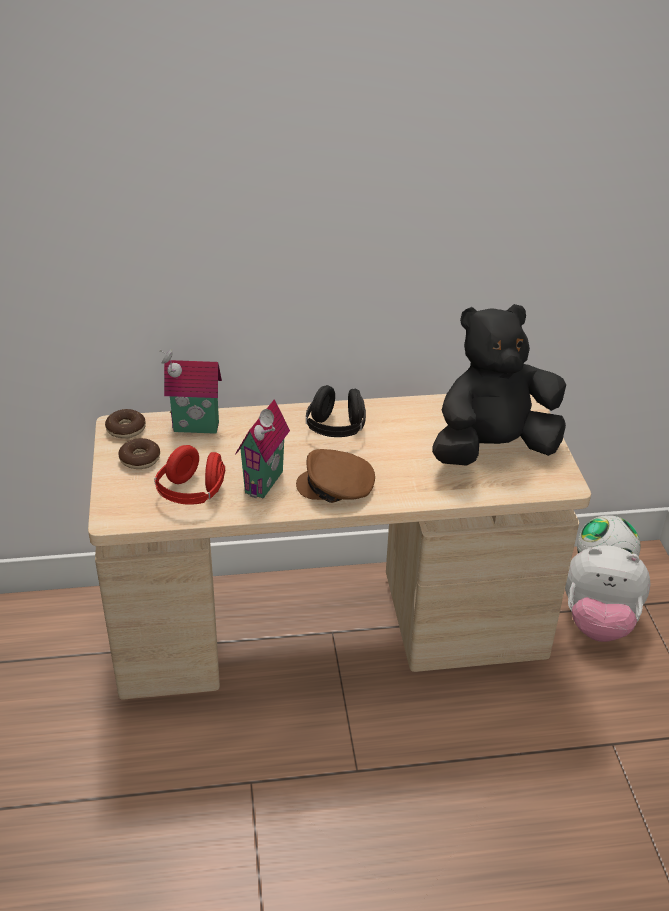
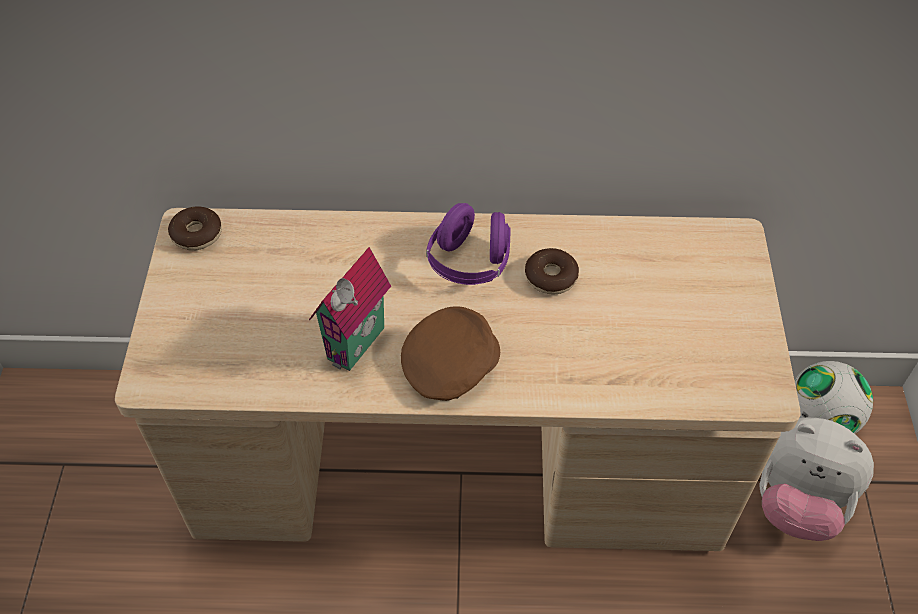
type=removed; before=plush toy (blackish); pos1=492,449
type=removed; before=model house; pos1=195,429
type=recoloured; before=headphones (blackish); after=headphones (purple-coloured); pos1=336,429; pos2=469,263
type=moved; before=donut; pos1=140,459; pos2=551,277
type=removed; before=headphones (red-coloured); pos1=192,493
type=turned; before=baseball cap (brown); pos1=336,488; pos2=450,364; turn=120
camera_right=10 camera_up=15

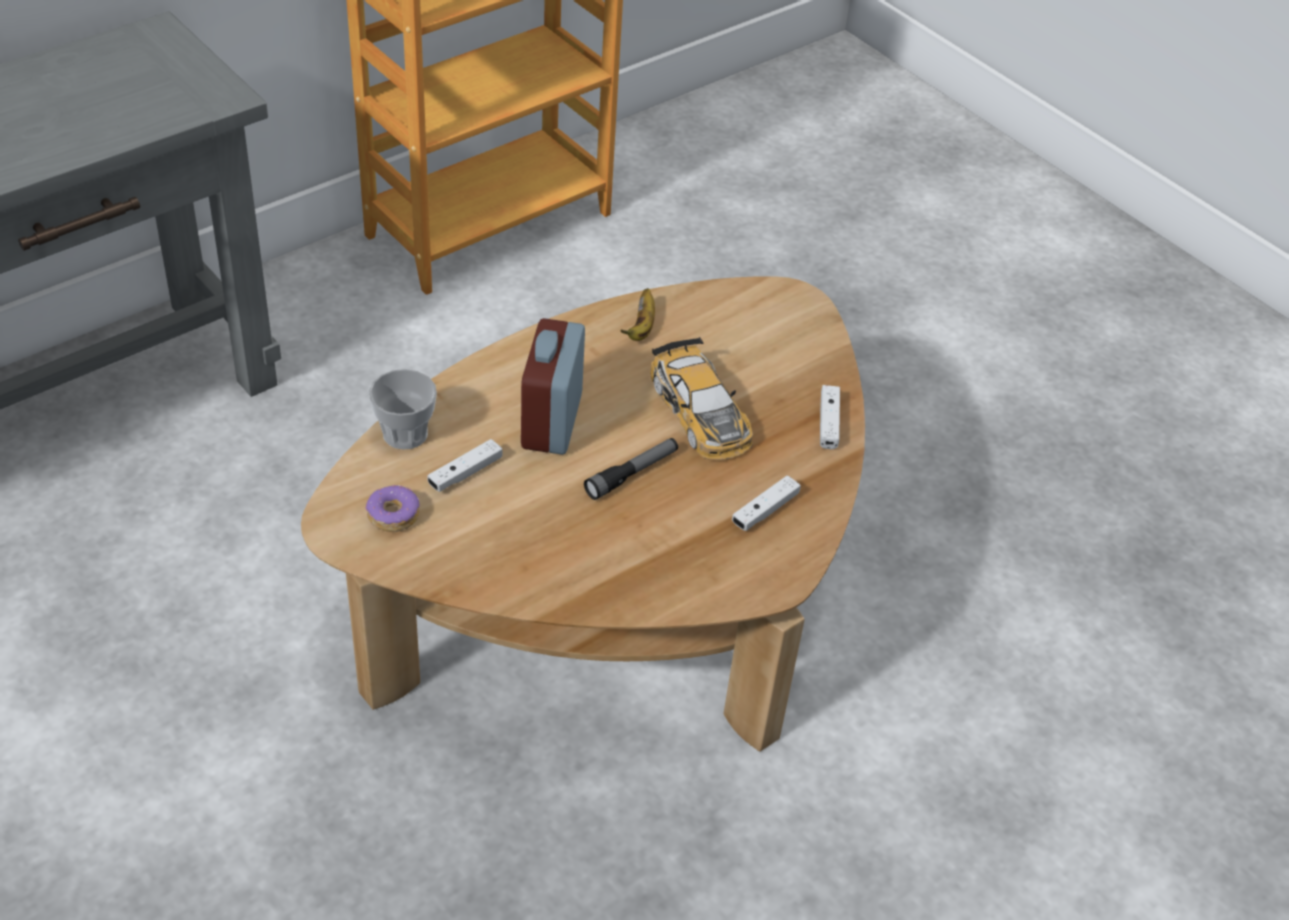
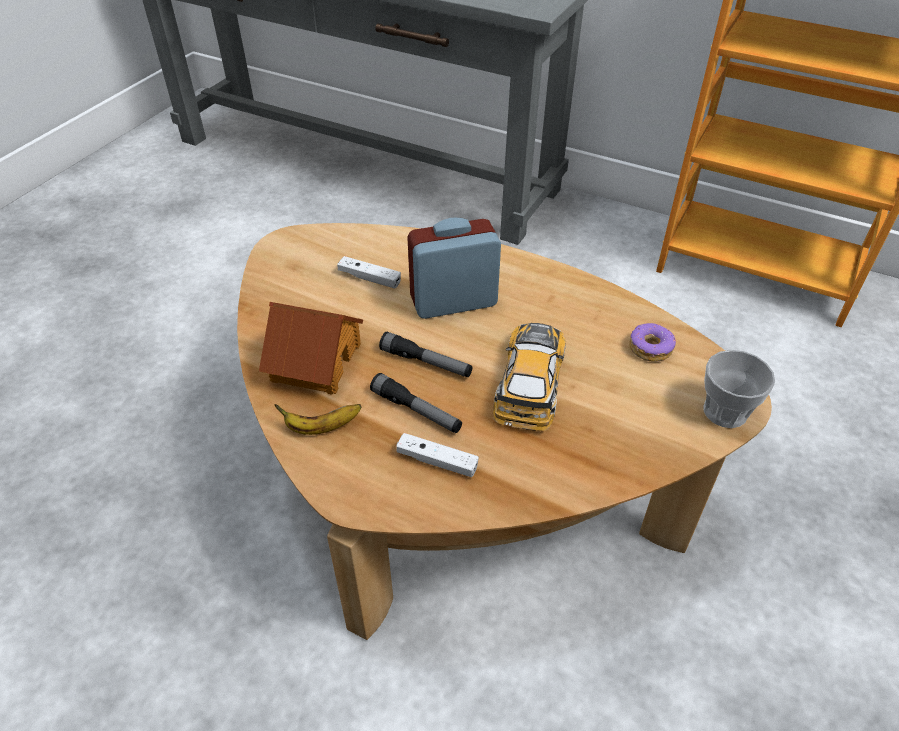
type=moved; before=whole banana; pos1=641,328; pos2=321,427
type=turned; before=toy car; pos1=700,412; pos2=530,380; turn=150
type=moved; before=small cup; pos1=405,434; pos2=725,411
type=removed; before=gamepad (white-coloured); pos1=828,423
type=moved; before=donut; pos1=393,515; pos2=650,348
type=added; after=model house; pos2=314,361
type=added; after=flashlight; pos2=416,411
camera_right=70 camera_up=0

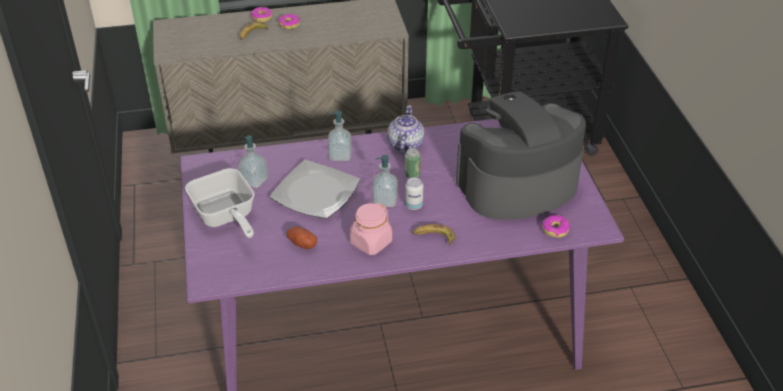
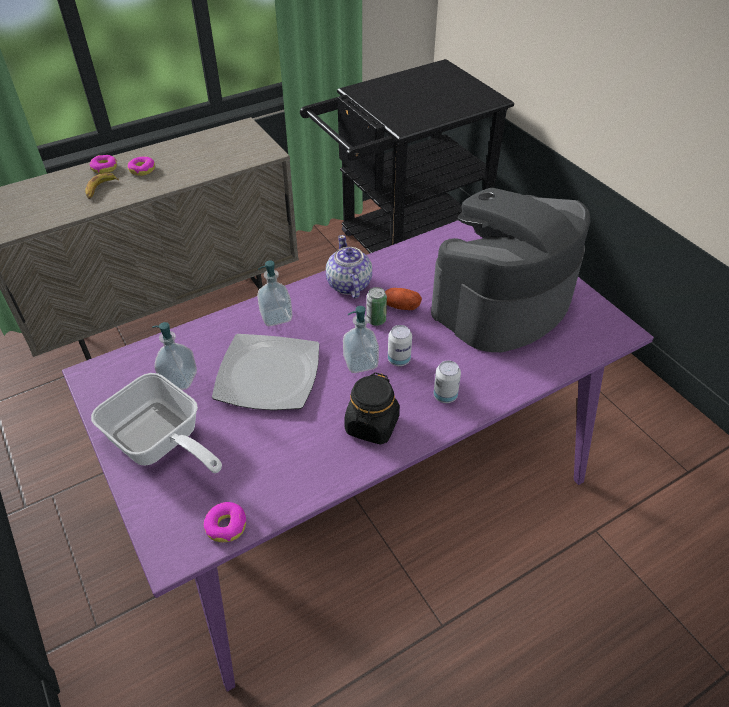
type=recoloured; before=preserve jar (pink-coloured); after=preserve jar (blackish); pos1=371,242; pos2=372,425
type=moved; before=donut; pos1=555,229; pos2=226,526
type=replaced; before=whole banana; after=sealed can; pos1=434,237; pos2=445,396
type=moved; before=whole potato; pos1=302,243; pos2=400,306
camera_right=-20 camera_up=5

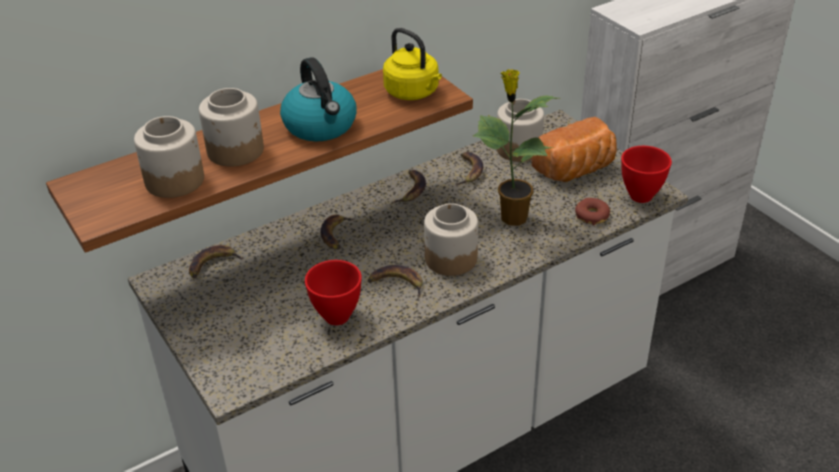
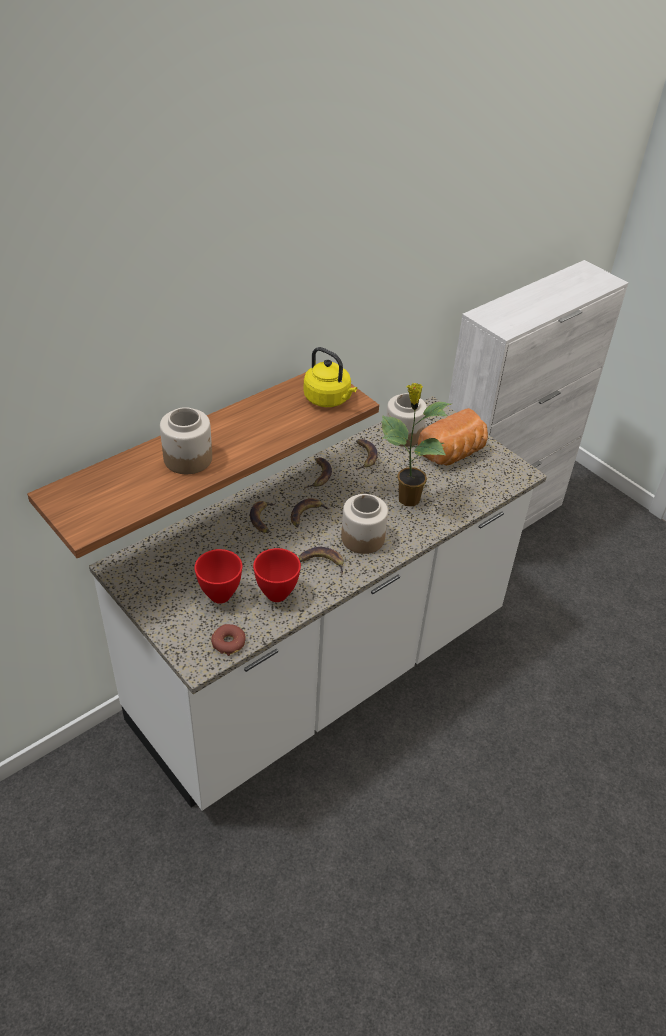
type=removed; before=tea kettle; pos1=321,126
type=removed; before=preserve jar; pos1=174,180
type=moved; before=serving bowl (red-coloured); pos1=640,195; pos2=220,594
type=moved; before=donut; pos1=592,216; pos2=228,643
type=moved; before=whole banana; pos1=212,265; pos2=306,515
camera_right=-10 camera_up=5

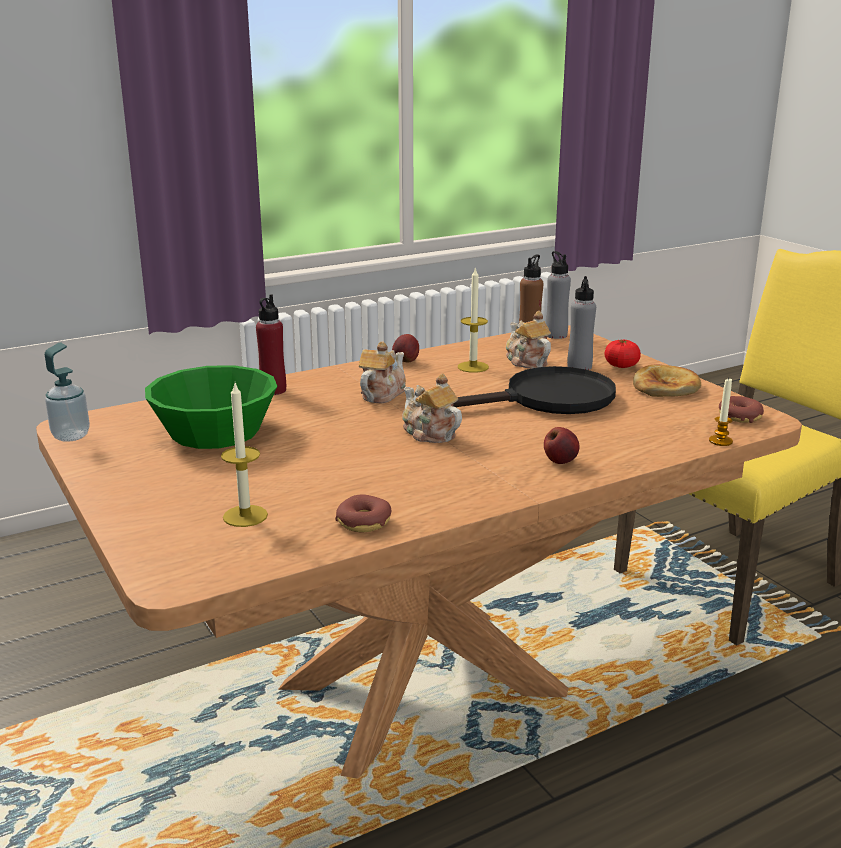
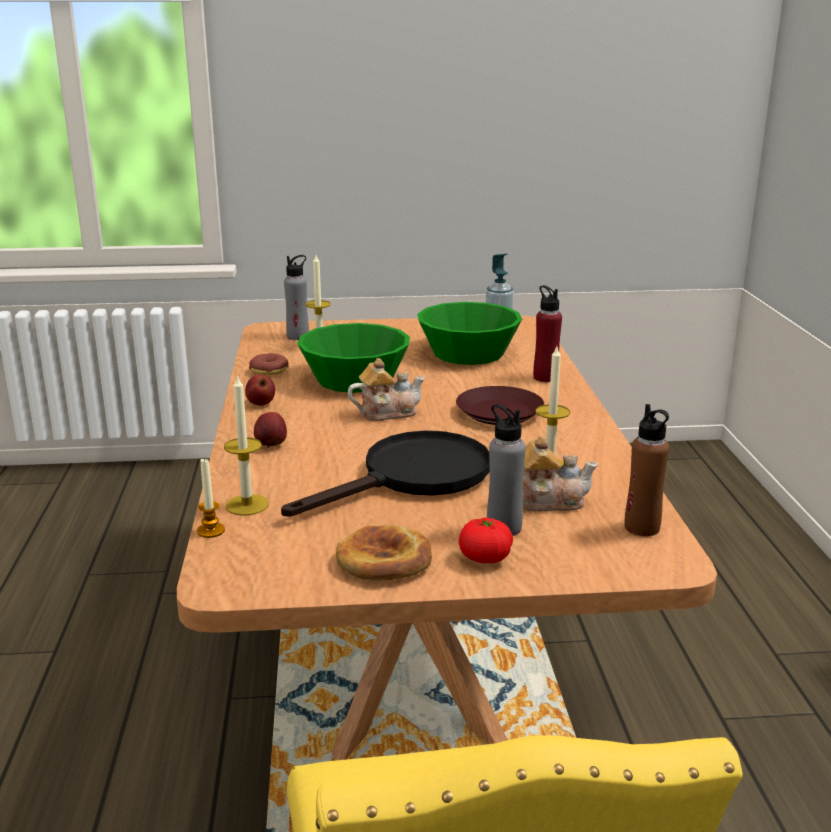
type=moved; before=bottle (gray); pos1=556,335; pos2=298,336
type=moved; before=apple fruit; pos1=405,362; pos2=261,404
type=replaced; before=teapot; after=flat dish (brown); pos1=381,394; pos2=499,412
type=turned; before=pan (blackish); pos1=545,400; pos2=413,477; turn=-135
type=removed; before=donut; pos1=739,416
type=added; after=serving bowl (green); pos2=354,379
type=added; after=wax candle; pos2=247,505
camera_right=115 camera_up=0

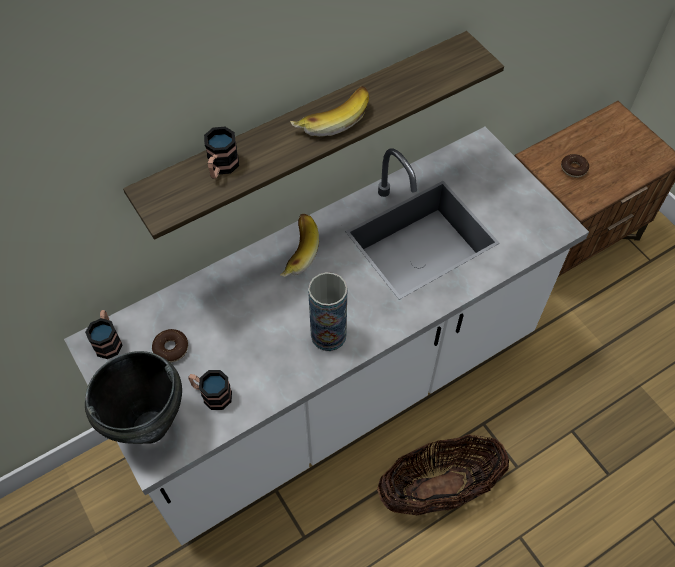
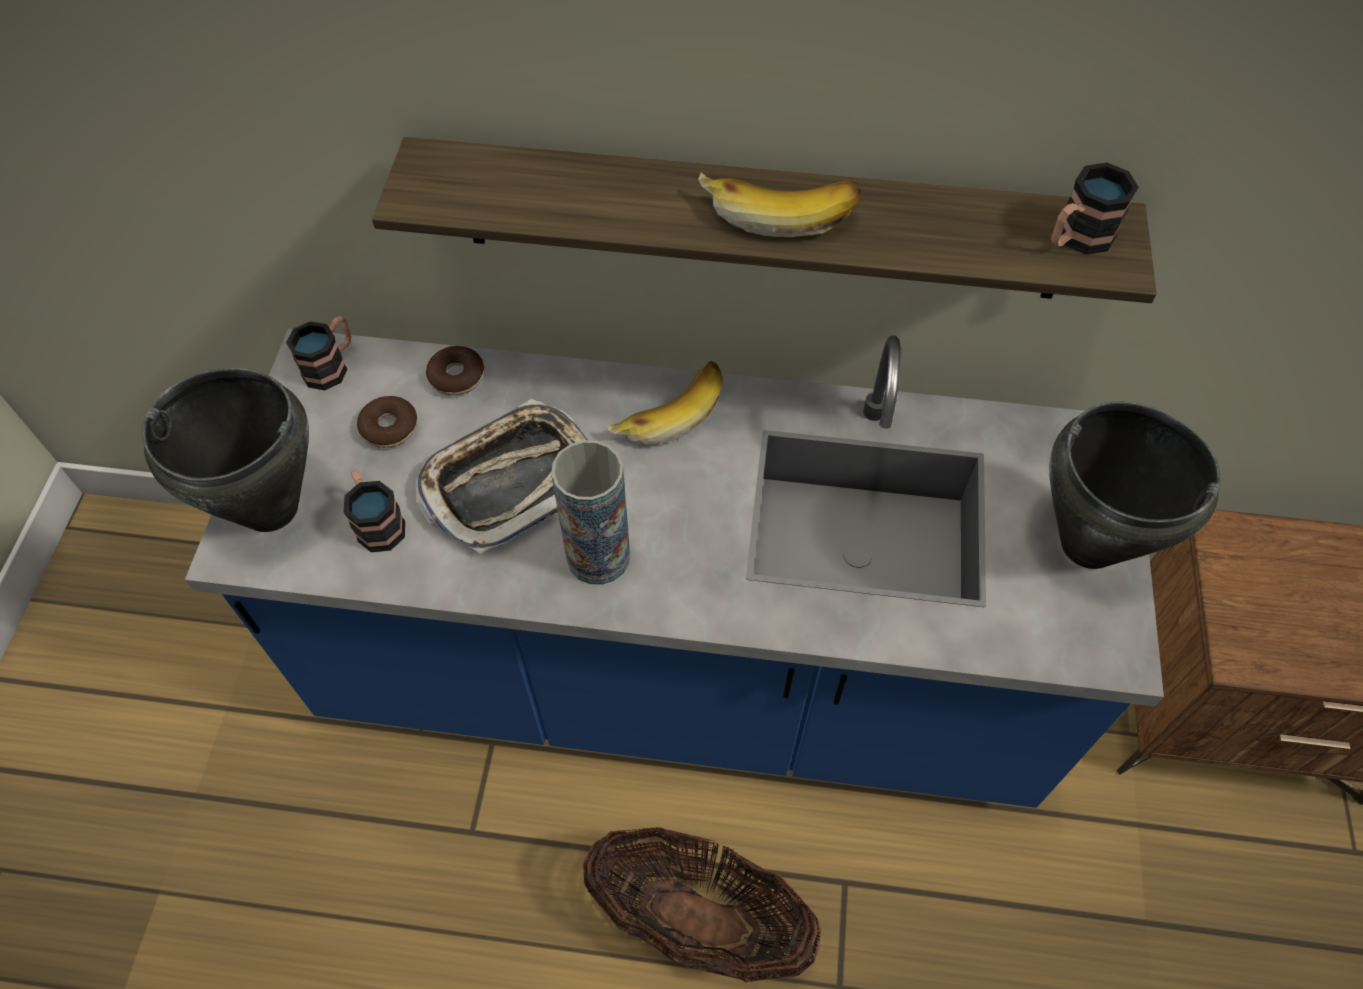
type=recoloured; before=kitchen base unit (white-coloured); after=kitchen base unit (bluish); pos1=337,391; pos2=681,677
type=moved; before=mug; pos1=221,167; pos2=1076,238
type=moved; before=donut; pos1=573,168; pos2=457,377
type=added; after=tray; pos2=510,481
type=added; after=stockpot (blackish); pos2=1088,543
camera_right=40 camera_up=0

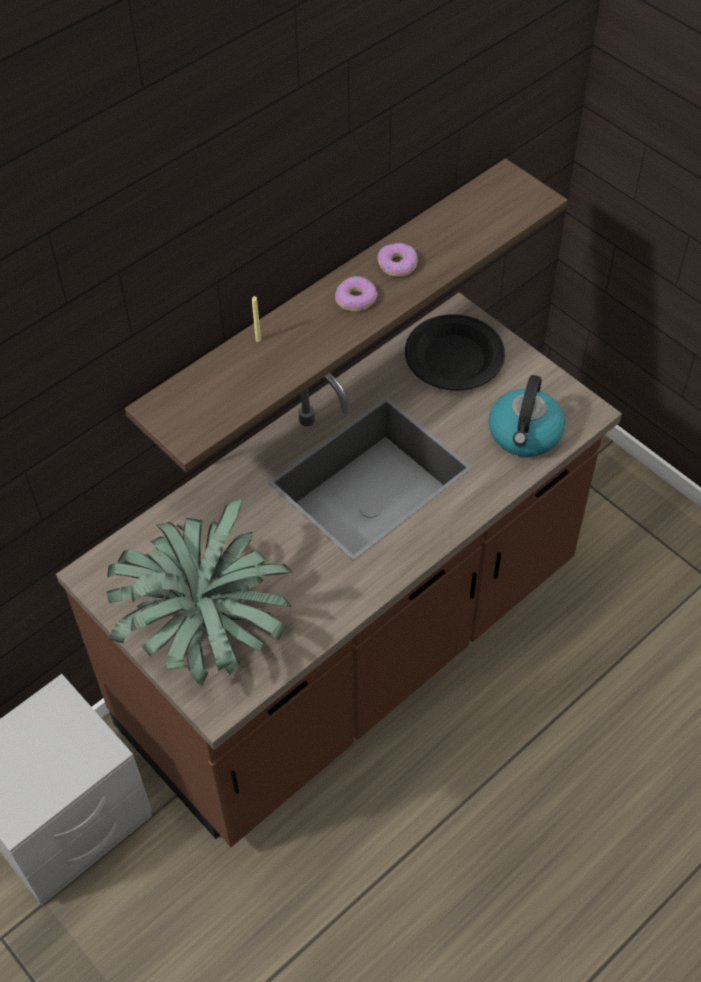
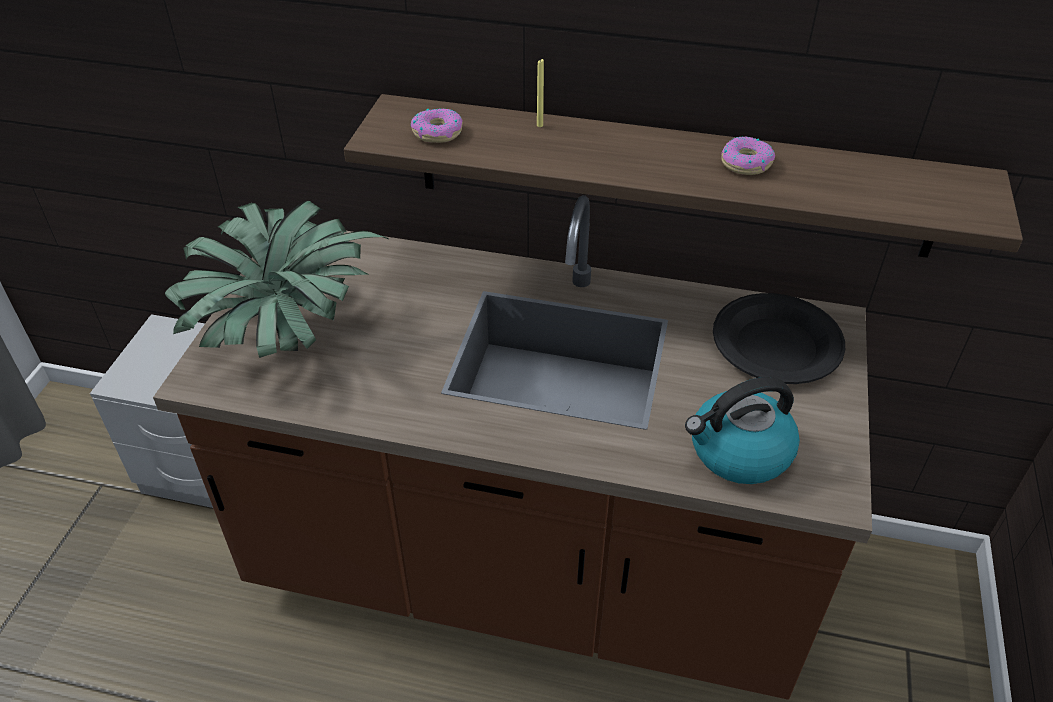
type=moved; before=donut; pos1=355,299; pos2=437,132
camera_right=55 camera_up=-10

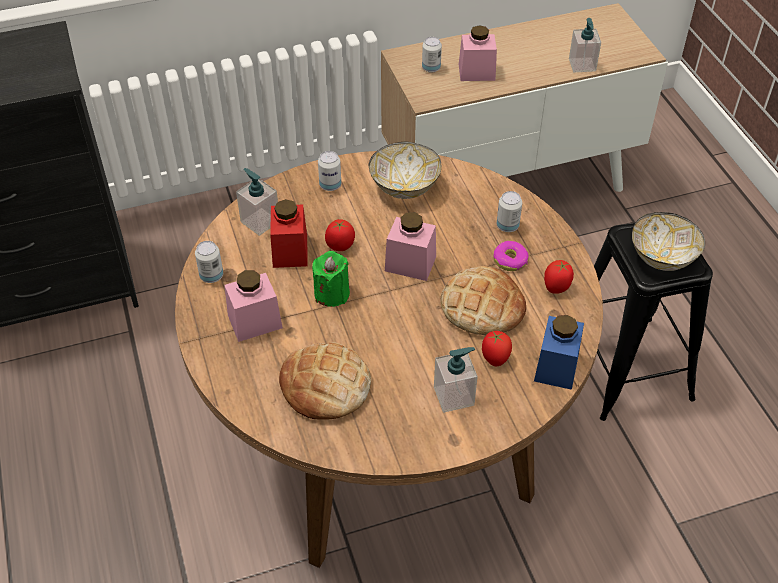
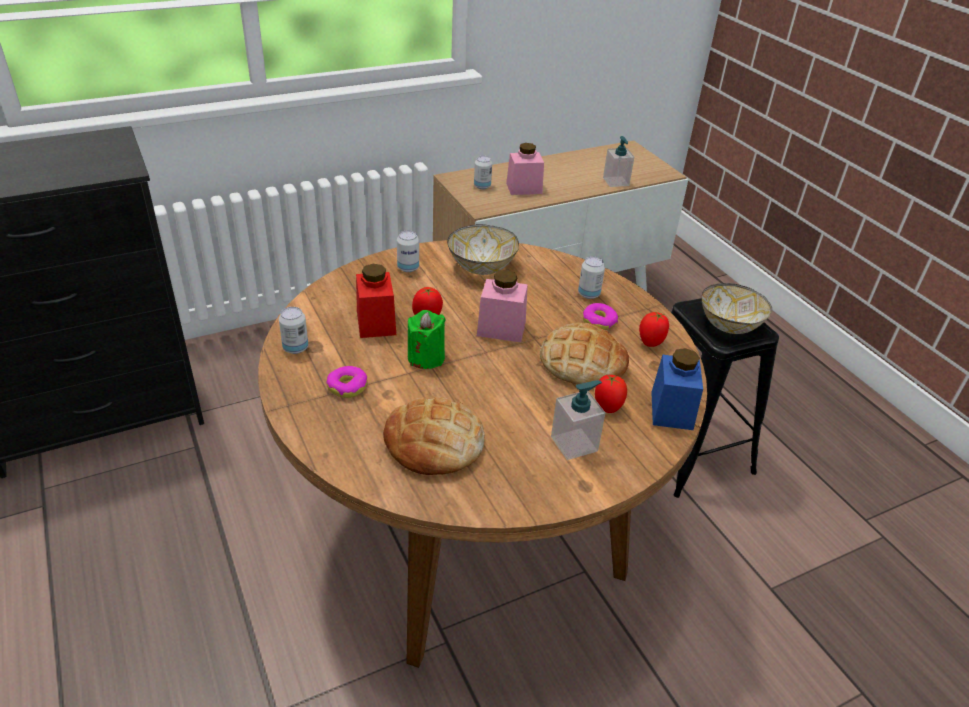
type=removed; before=soap bottle; pos1=260,221
type=replaced; before=preserve jar (pink-coloured); after=donut; pos1=255,322; pos2=347,387
camera_right=-10 camera_up=-10

